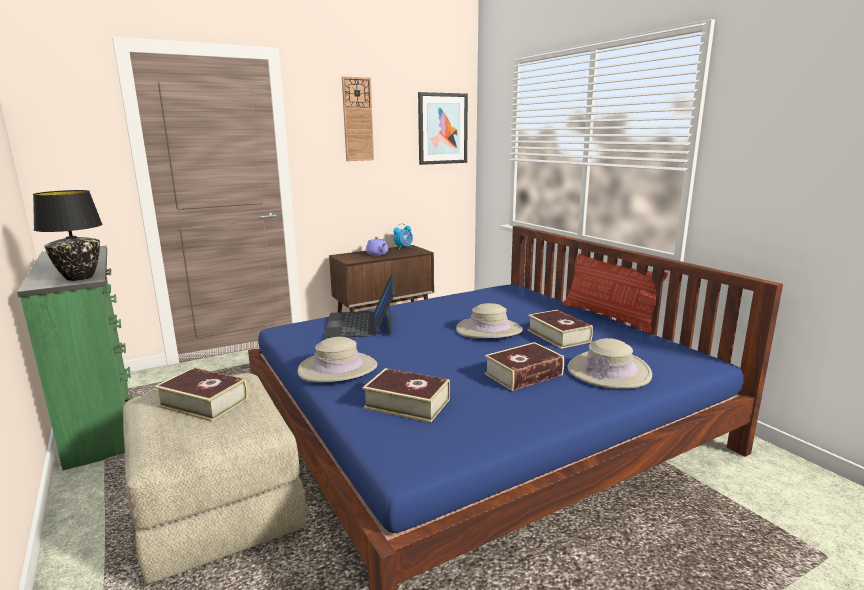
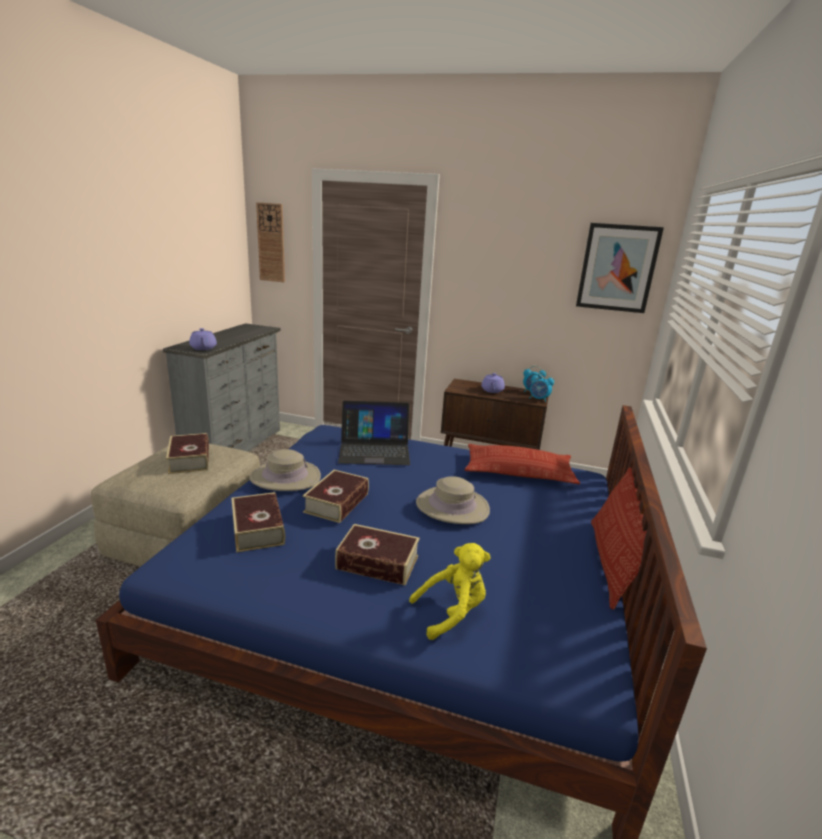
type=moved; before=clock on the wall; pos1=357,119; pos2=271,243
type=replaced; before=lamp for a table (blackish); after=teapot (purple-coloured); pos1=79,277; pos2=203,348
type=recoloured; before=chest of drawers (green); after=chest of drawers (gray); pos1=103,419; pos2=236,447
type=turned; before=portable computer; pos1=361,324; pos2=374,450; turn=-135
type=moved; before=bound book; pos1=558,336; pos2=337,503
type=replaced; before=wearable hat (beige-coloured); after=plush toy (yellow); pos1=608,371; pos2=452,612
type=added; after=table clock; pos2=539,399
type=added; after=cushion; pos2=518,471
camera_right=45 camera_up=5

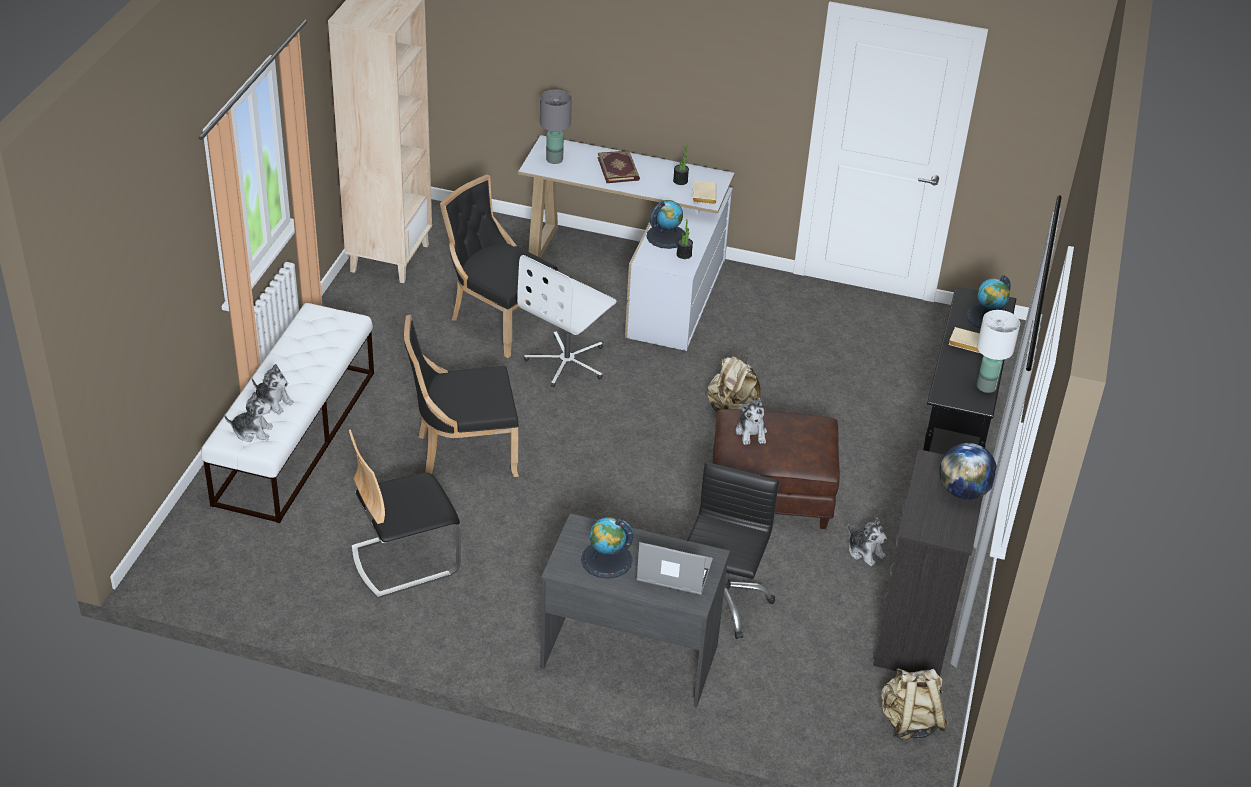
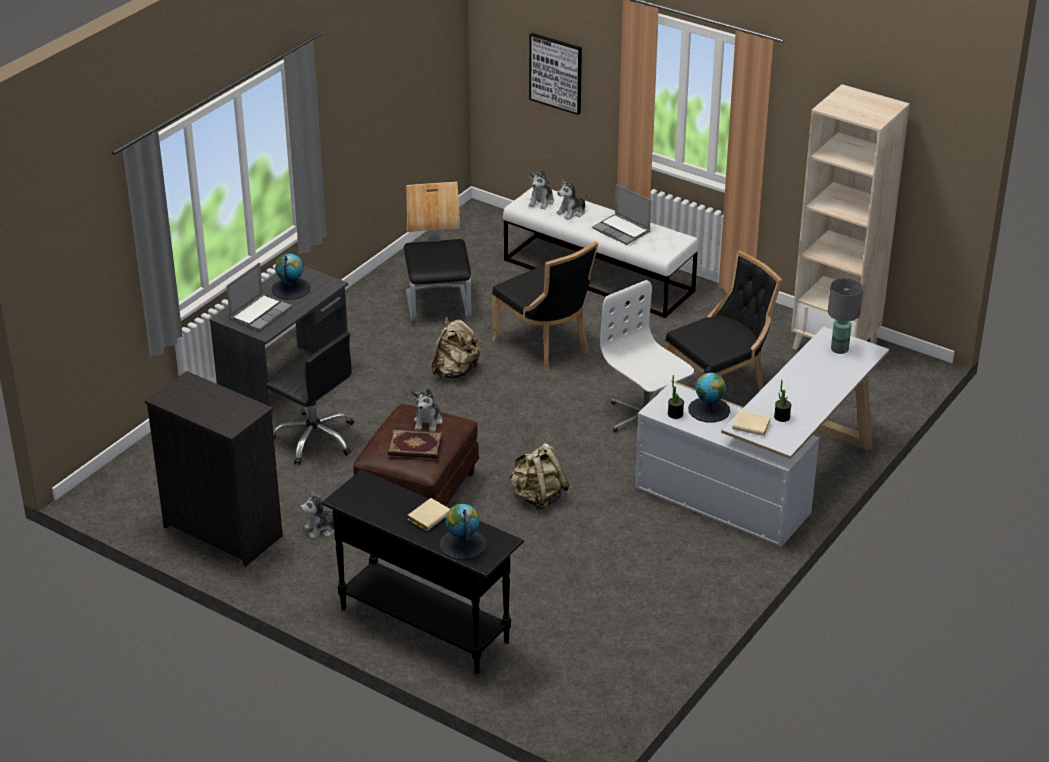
type=moved; before=bound book; pos1=619,169; pos2=415,447
type=removed; before=lamp for a table (white-coloured); pos1=986,387
type=turned; before=chair (blackish); pos1=463,453; pos2=545,346; turn=135
type=turned; before=plush toy; pos1=751,432; pos2=428,422; turn=-90
type=removed; before=globe; pos1=963,491
type=moved; before=rucksack (beige-coloured); pos1=909,722; pos2=455,371
type=added; after=picture; pos2=556,73
type=added; after=portable computer; pos2=622,230
camera_right=110 camera_up=-5

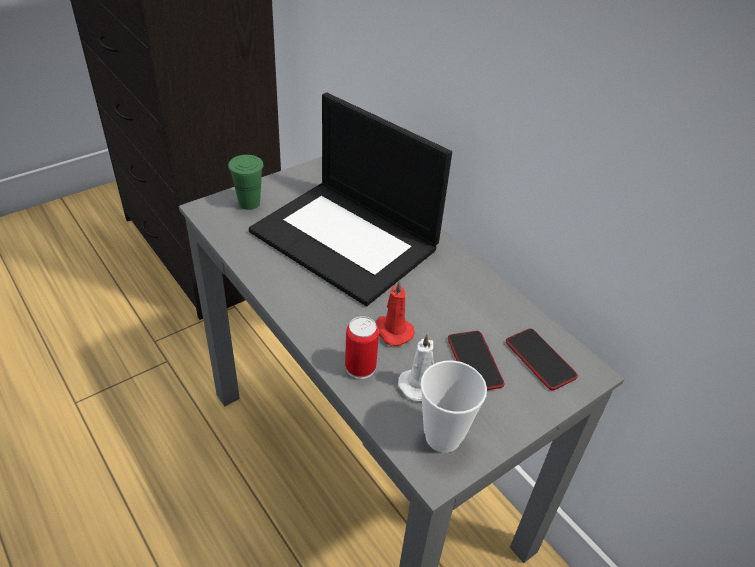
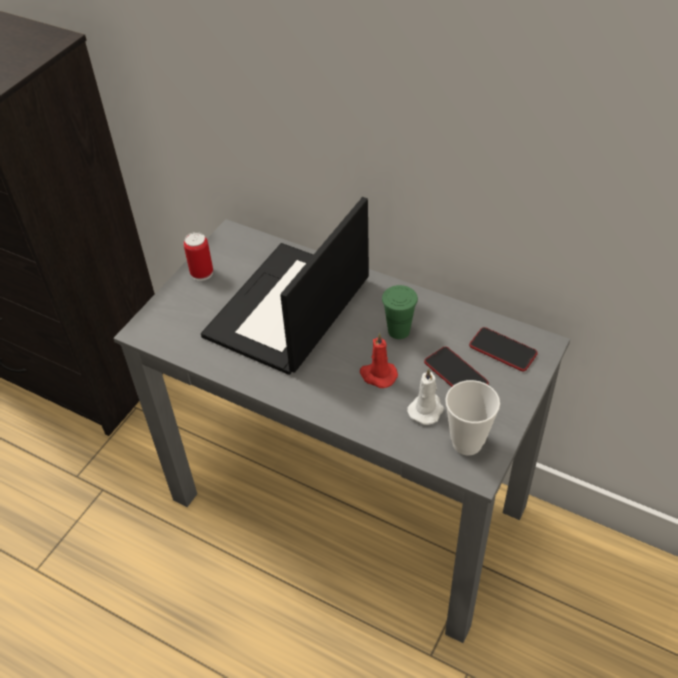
type=turned; before=portable computer; pos1=347,240; pos2=288,309; turn=105
type=moved; before=small cup (green); pos1=249,203; pos2=399,331
type=moved; before=sealed can; pos1=360,367; pos2=202,273
camera_right=-20 camera_up=5

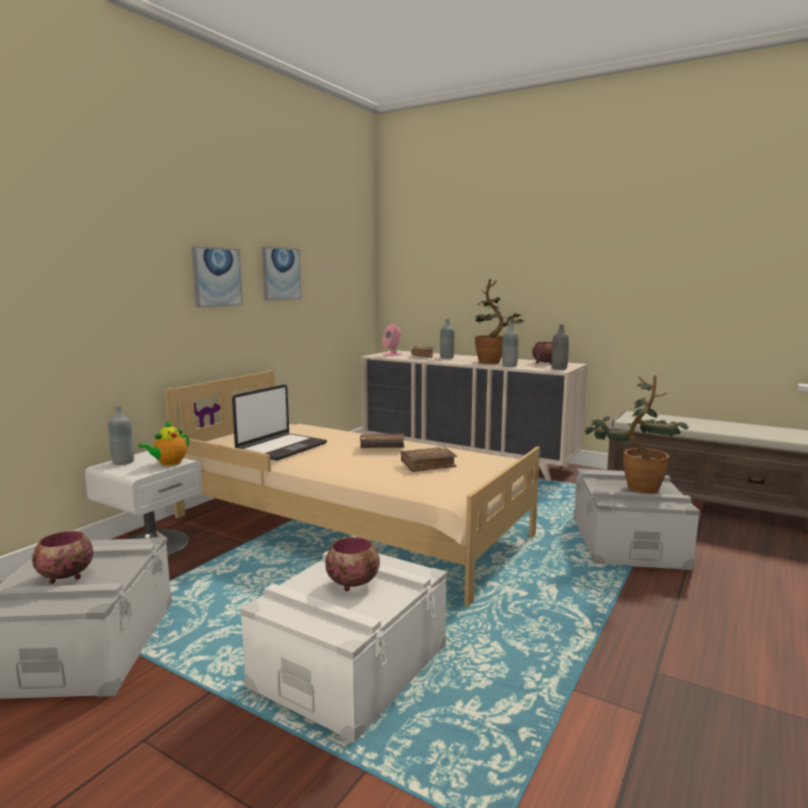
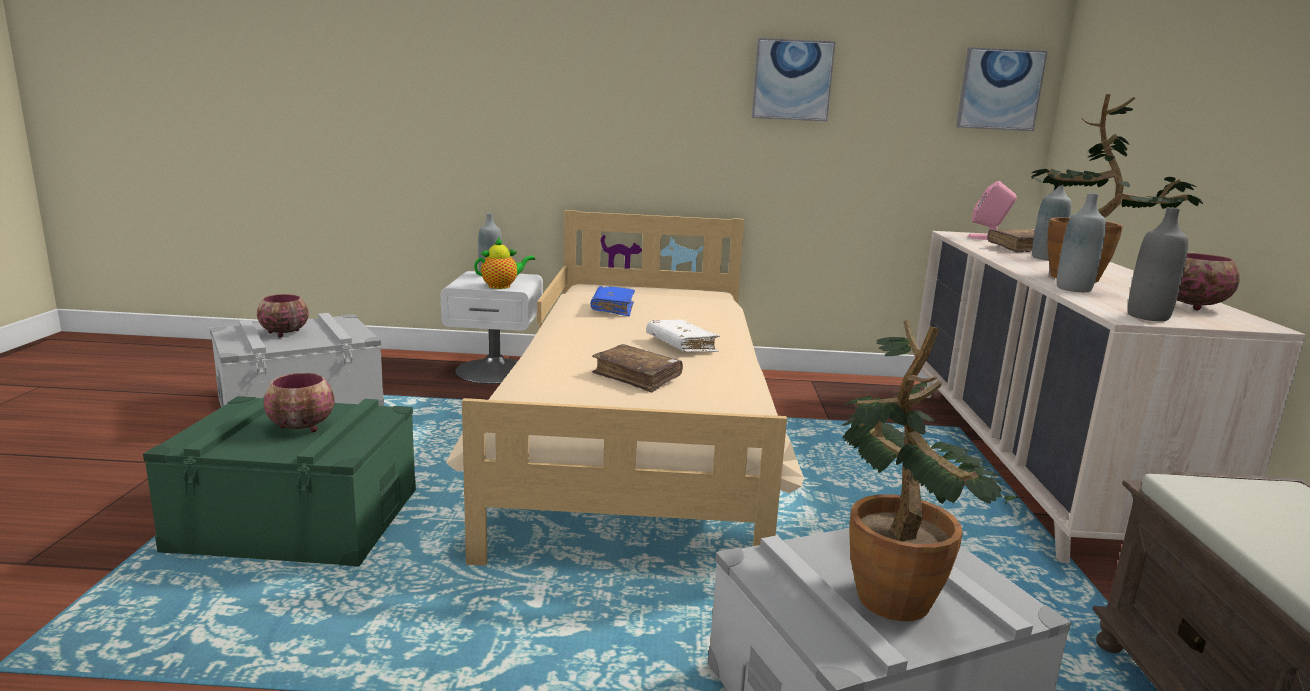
type=moved; before=picture; pos1=216,277; pos2=999,89
type=replaced; before=portable computer; after=bound book (bluish); pos1=281,448; pos2=613,308
type=turned; before=teapot; pos1=169,463; pos2=502,286; turn=150
type=recoloured; before=bound book (brown); after=bound book (white-coloured); pos1=382,448; pos2=681,345
type=recoloured; before=storage bin (white-coloured); after=storage bin (green); pos1=350,666; pos2=298,520
camera_right=60 camera_up=5

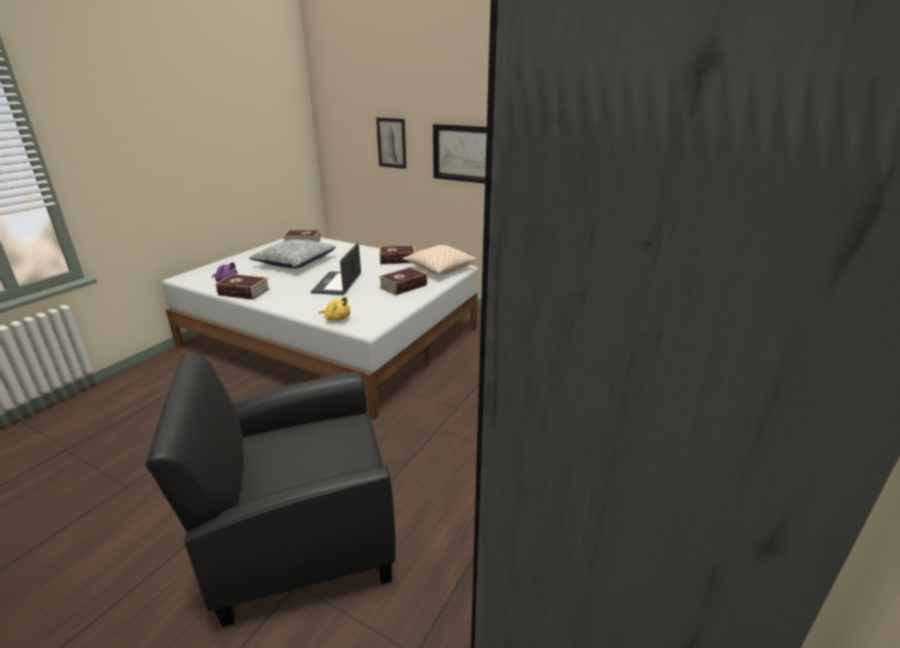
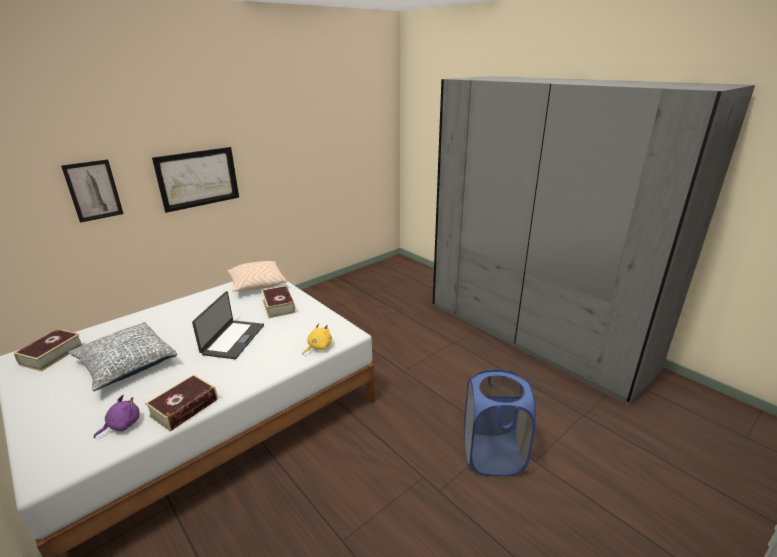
type=turned; before=portable computer; pos1=338,283; pos2=232,339; turn=-105
type=removed; before=bound book; pos1=397,259
type=replaced; before=armchair (blackish); after=laundry basket (bluish); pos1=302,535; pos2=492,455
camera_right=-70 camera_up=0

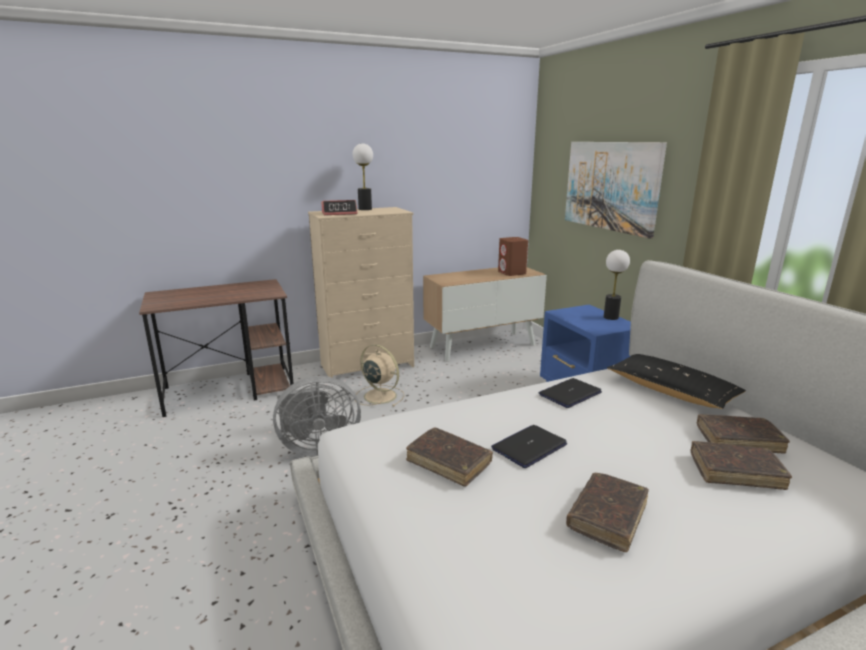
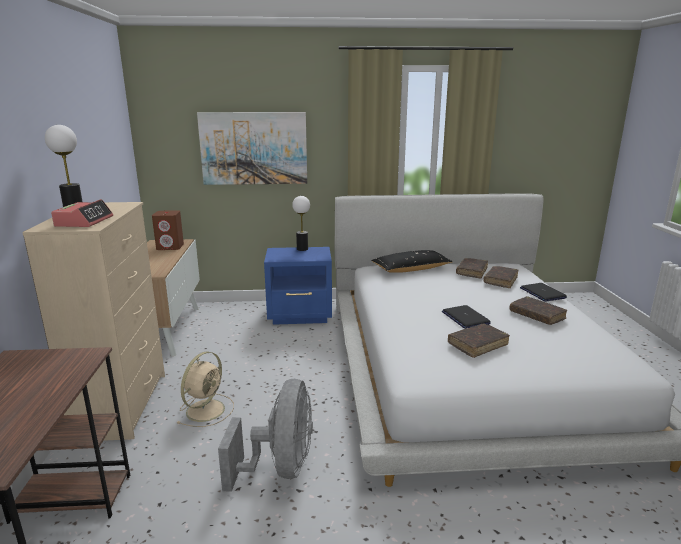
type=turned; before=cooling fan (beige-coloured); pos1=379,396; pos2=206,409; turn=150
type=moved; before=portable computer; pos1=570,394; pos2=542,293
camera_right=-70 camera_up=0

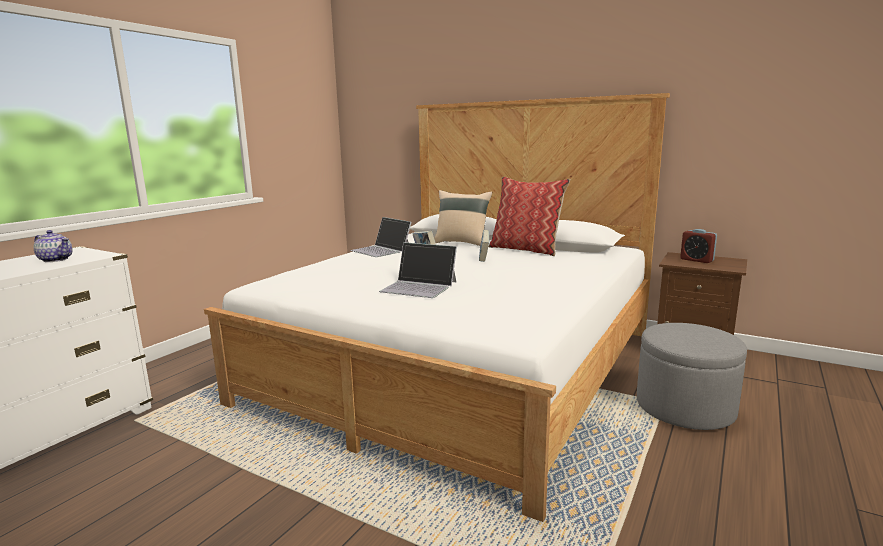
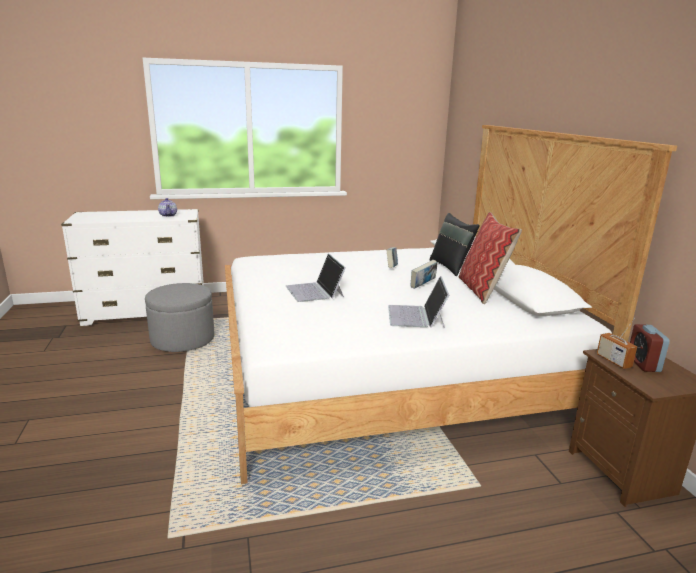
type=recoloured; before=cushion (beige-coloured); after=cushion (blackish); pos1=462,243; pos2=451,267
type=moved; before=portable computer; pos1=381,250; pos2=416,316
type=moved; before=footrest (gray); pos1=684,407; pos2=183,339
type=added; after=radio set; pos2=613,361
camera_right=45 camera_up=5

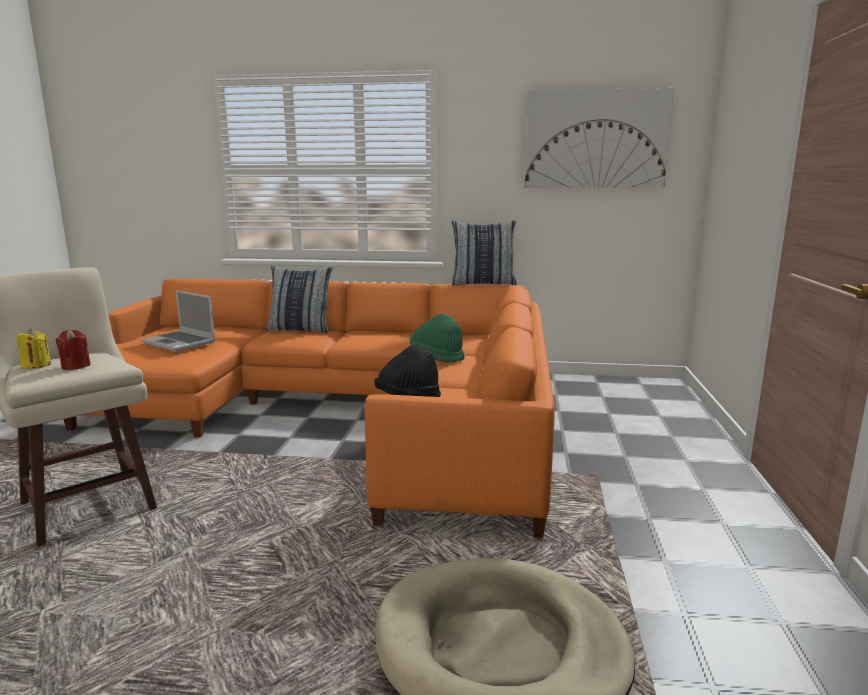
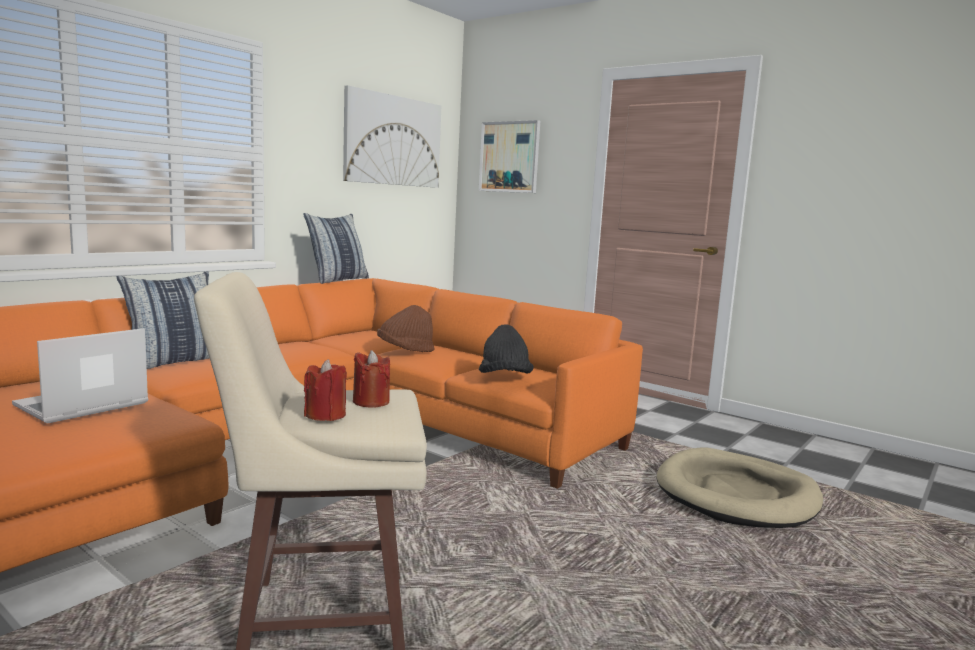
type=turned; before=portable computer; pos1=180,342; pos2=81,406; turn=150
type=recoloured; before=wearable hat (green); after=wearable hat (brown); pos1=437,357; pos2=405,351
type=recoloured; before=wax candle (yellow); after=wax candle (red-coloured); pos1=36,365; pos2=325,415
type=added; after=picture; pos2=509,157
camera_right=-60 camera_up=-5

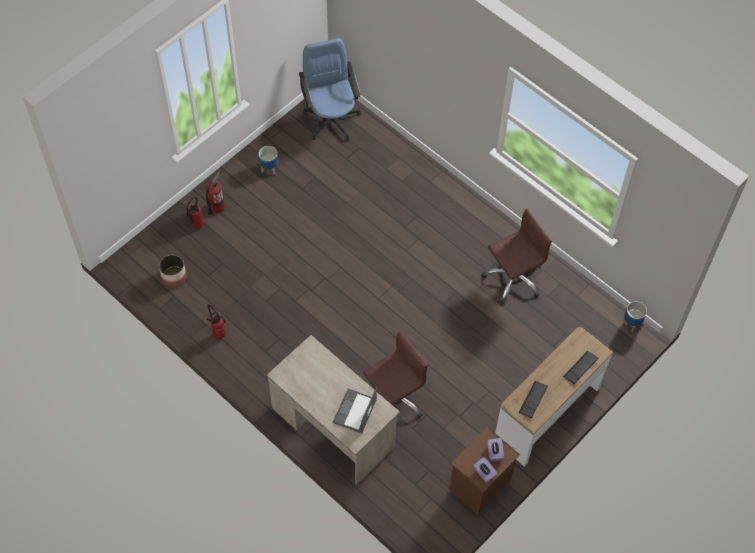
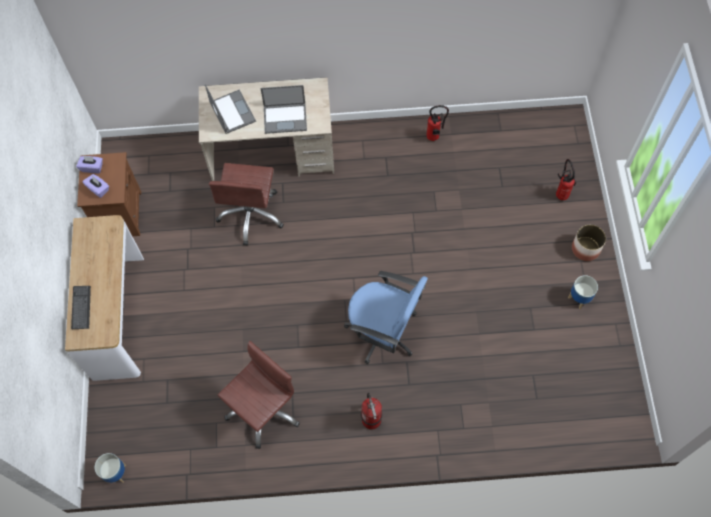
type=moved; before=office chair (bluish); pos1=331,119; pos2=383,332
type=moved; before=fire extinguisher; pos1=216,207; pos2=371,419
type=turned; before=office chair (brown); pos1=513,278; pos2=263,409; turn=-150
type=moved; before=plant pot; pos1=173,276; pos2=585,248
type=removed; before=keyboard; pos1=533,400
type=added; after=portable computer; pos2=285,118
camera_right=135 camera_up=5

